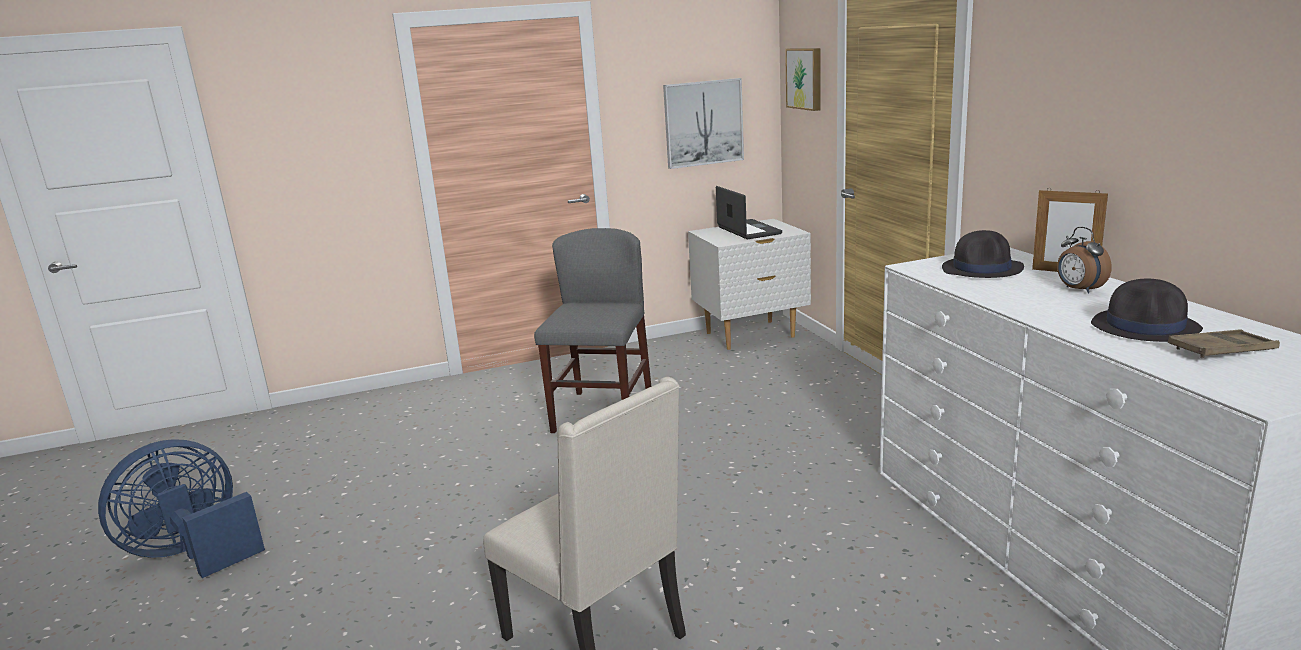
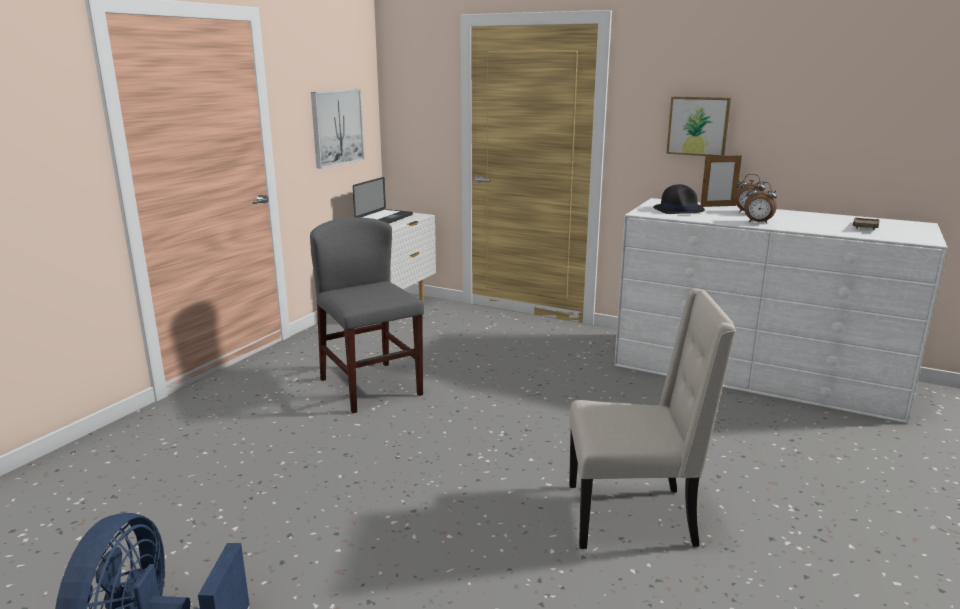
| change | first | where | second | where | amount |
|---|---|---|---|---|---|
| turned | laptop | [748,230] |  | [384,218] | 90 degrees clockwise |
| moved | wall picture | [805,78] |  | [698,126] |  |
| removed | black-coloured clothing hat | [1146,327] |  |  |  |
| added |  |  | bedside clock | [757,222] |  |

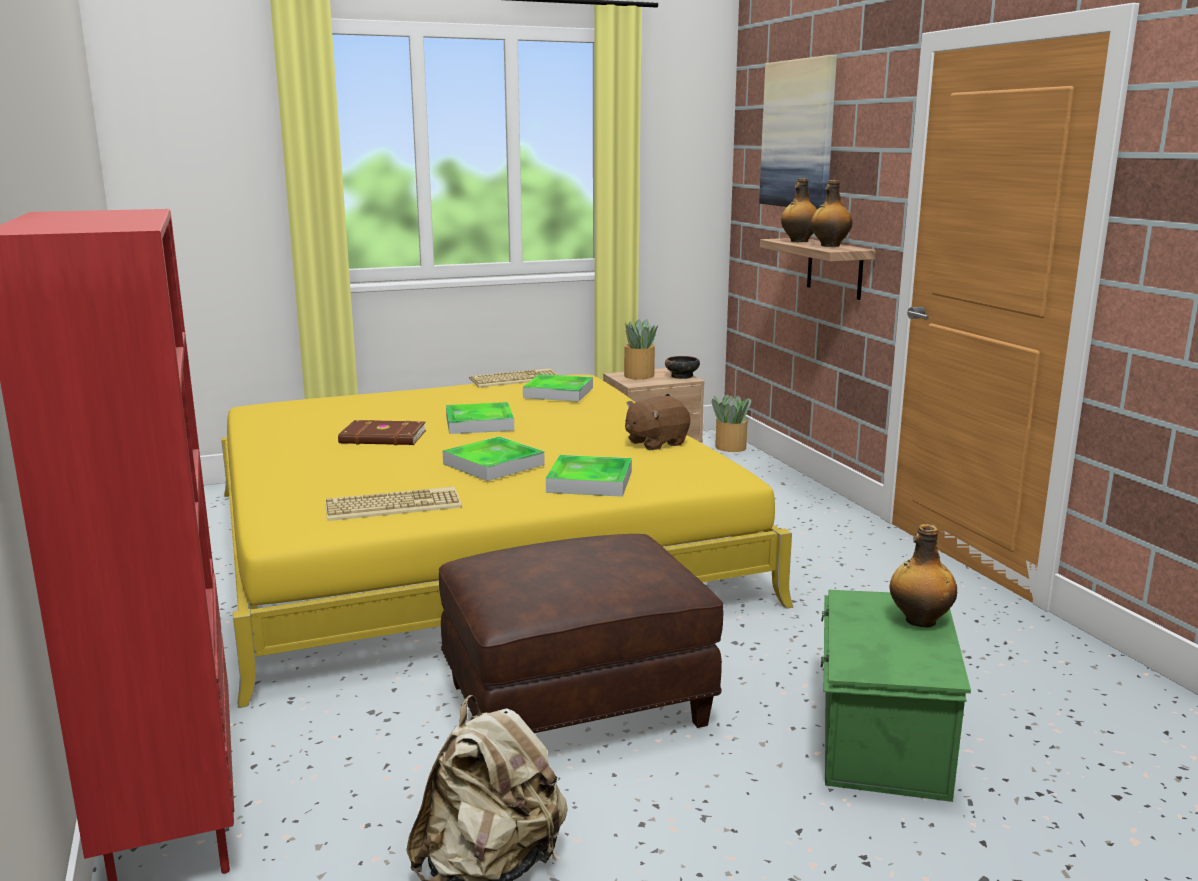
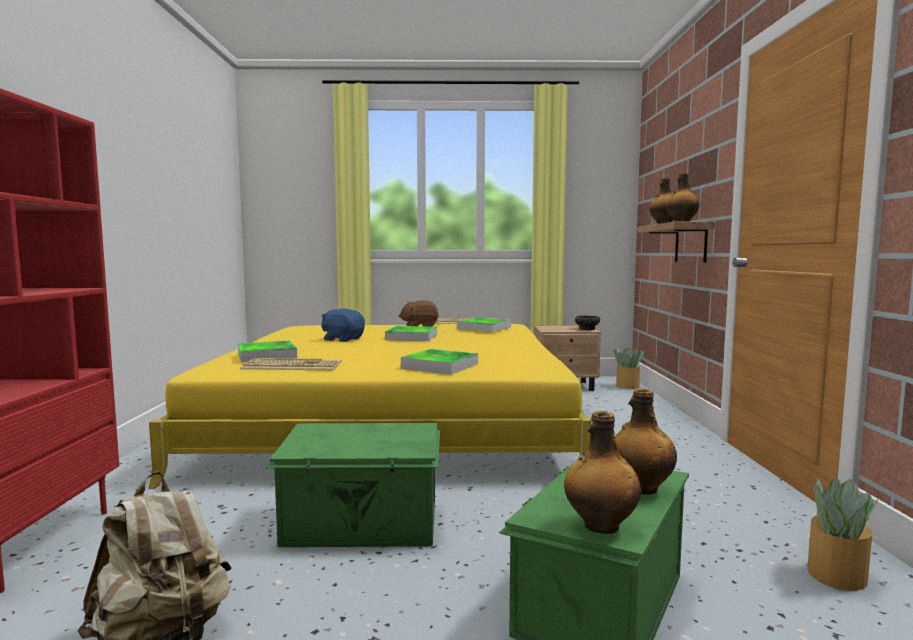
| change | first | where | second | where | amount |
|---|---|---|---|---|---|
| replaced | brown bound book | [383,438] | blue-coloured cuddly toy | [343,339] |  |
| replaced | brown pouffe | [577,702] | greenish storage box | [363,525] |  |
| moved | tray | [493,464] |  | [267,355] |  |
| moved | plant in a pot | [638,375] |  | [836,575] |  |
| moved | brown cuddly toy | [655,443] |  | [419,327] |  |
| removed | wall picture | [799,134] |  |  |  |
| added |  |  | drink bottle | [600,526] |  |

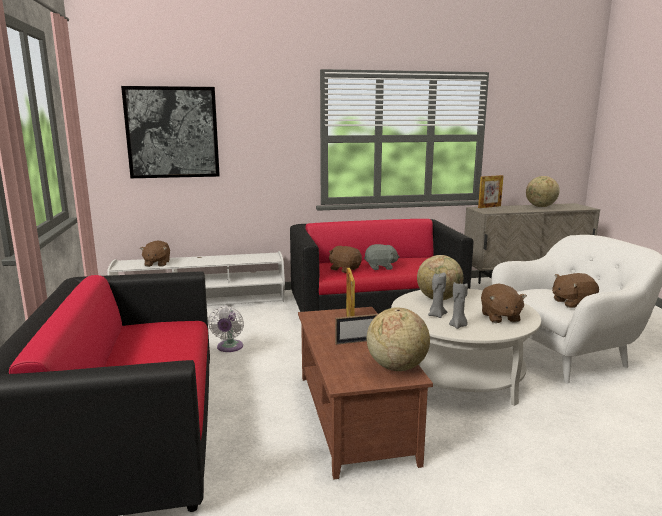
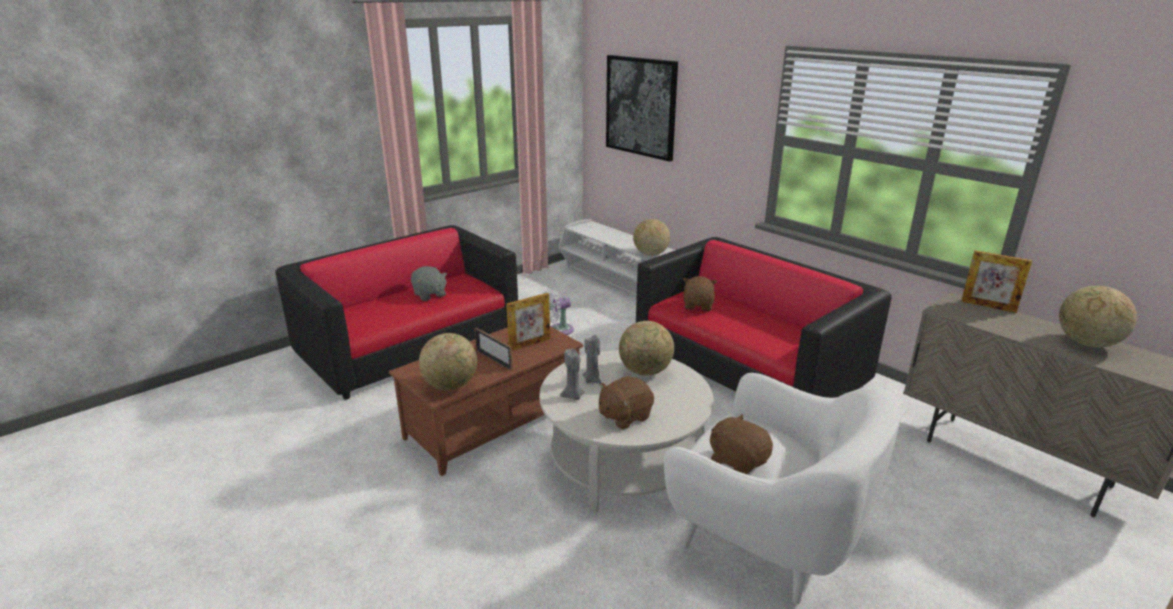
| change | first | where | second | where | amount |
|---|---|---|---|---|---|
| removed | brown cuddly toy | [157,264] |  |  |  |
| moved | gray cuddly toy | [380,267] |  | [429,295] |  |
| added |  |  | globe | [650,254] |  |

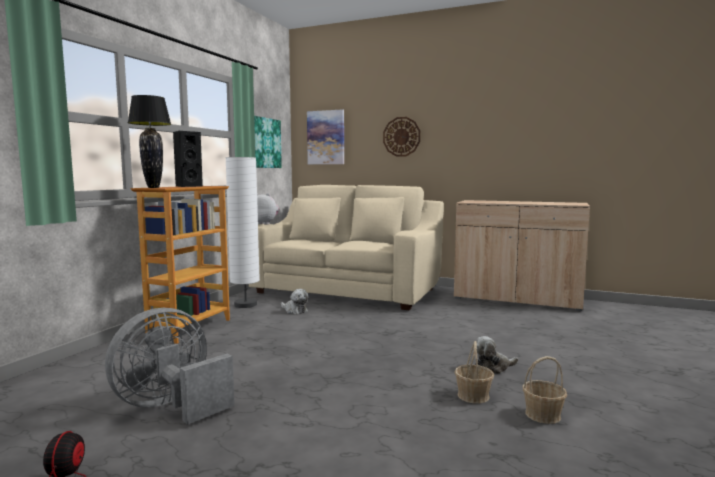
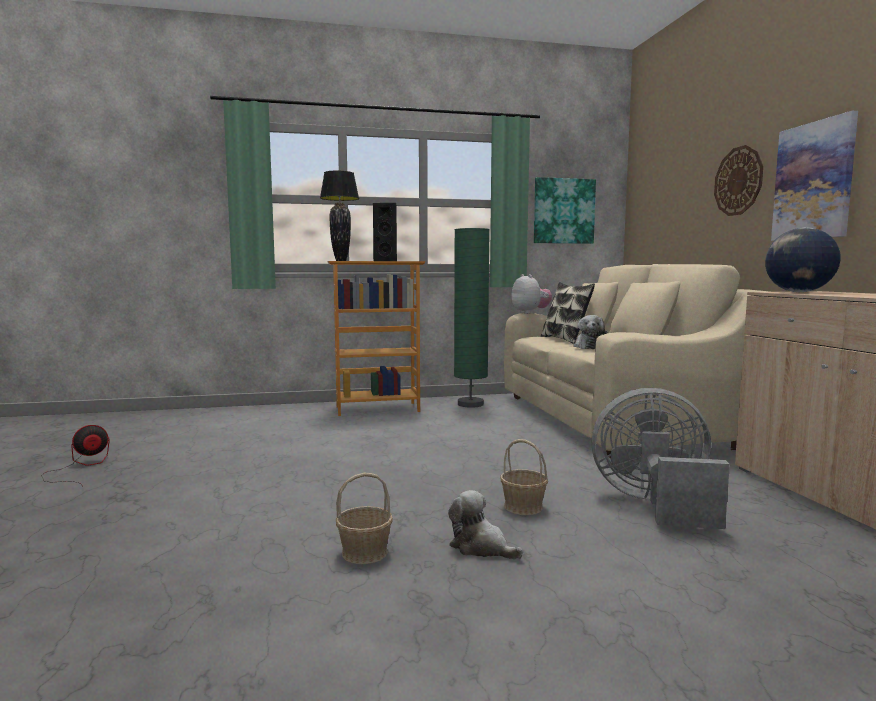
| change | first | where | second | where | amount |
|---|---|---|---|---|---|
| moved | gray electric fan | [171,406] |  | [654,504] |  |
| recoloured | white floor lamp | [245,305] | greenish floor lamp | [470,404] |  |
| moved | cuddly toy | [294,310] |  | [588,347] |  |
| moved | wall picture | [326,137] |  | [813,181] |  |
| moved | storage basket | [543,415] |  | [523,507] |  |
| added |  |  | pillow | [565,339] |  |
| added |  |  | globe | [798,292] |  |

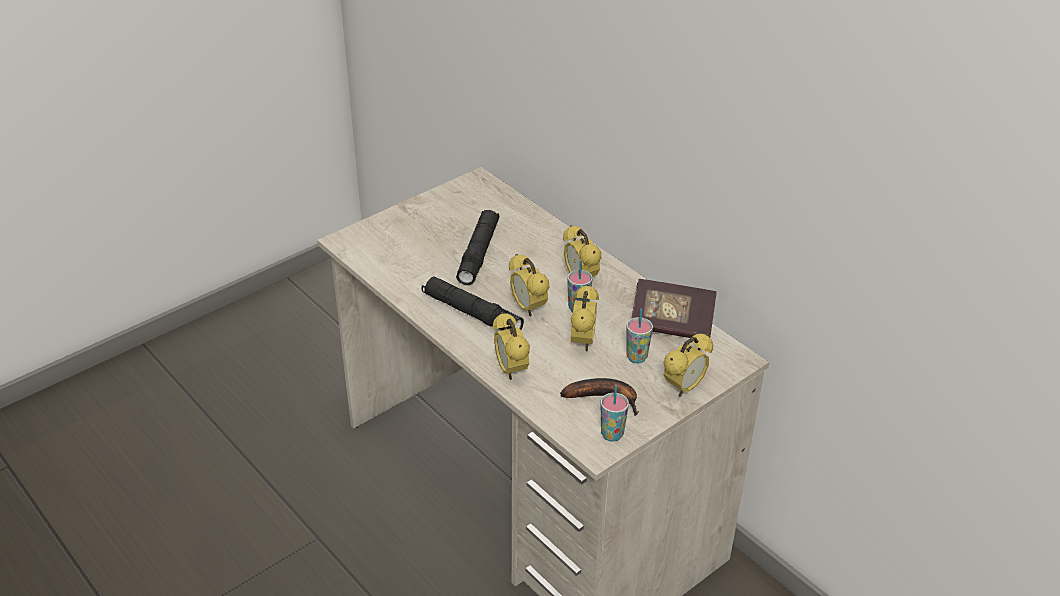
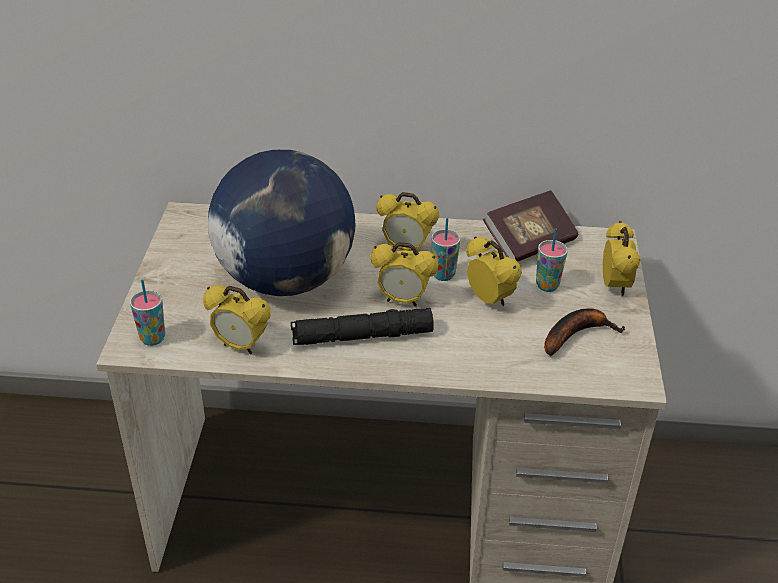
| change | first | where | second | where | amount |
|---|---|---|---|---|---|
| replaced | black-coloured torch | [478,253] | globe | [285,279] |  |
| moved | bedside clock | [511,370] |  | [241,346] |  |
| moved | small cup | [612,435] |  | [152,338] |  |

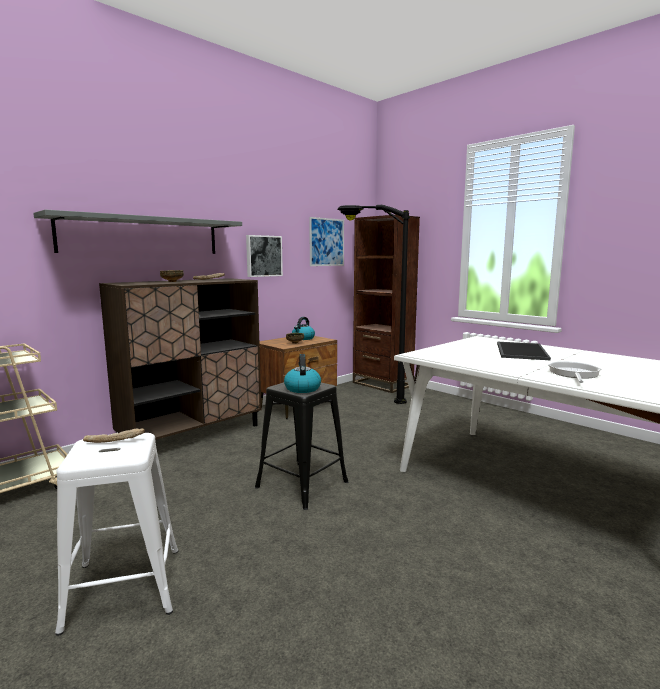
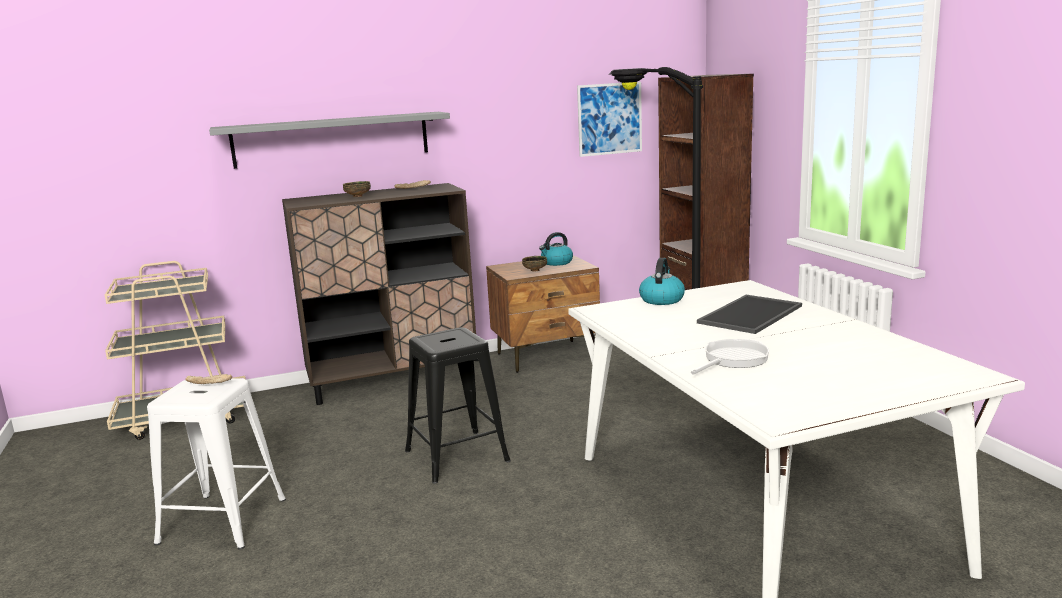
| change | first | where | second | where | amount |
|---|---|---|---|---|---|
| removed | wall picture | [263,256] |  |  |  |
| moved | water kettle | [302,388] |  | [661,299] |  |

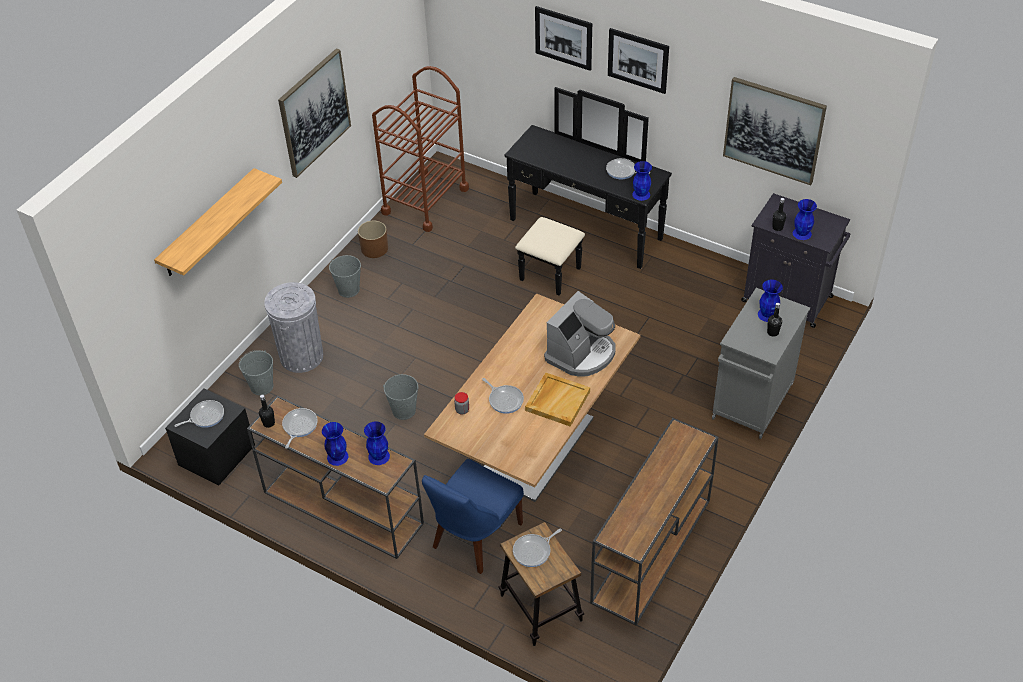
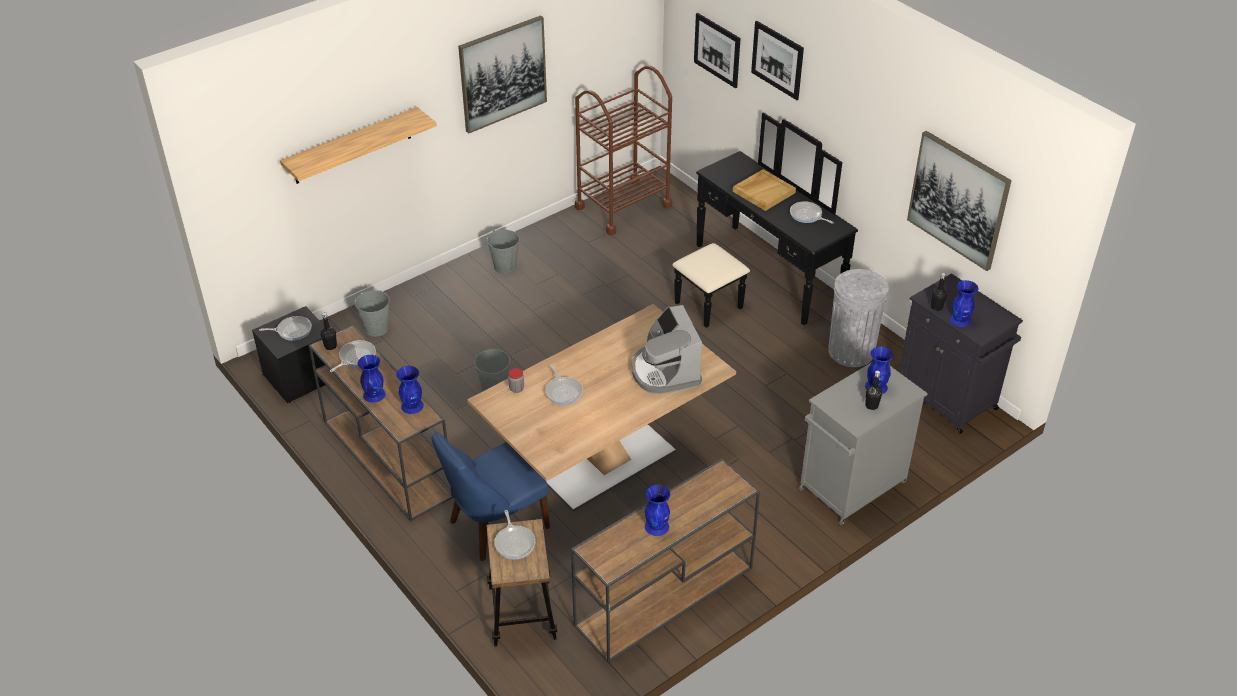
| change | first | where | second | where | amount |
|---|---|---|---|---|---|
| moved | gray trash can | [301,356] |  | [851,351] |  |
| removed | brown planter | [374,249] |  |  |  |
| turned | pan | [534,551] |  | [514,542] | 90 degrees counterclockwise |
| moved | beige-coloured tray | [557,400] |  | [764,191] |  |
| turned | coffee maker | [581,354] |  | [665,371] | 105 degrees clockwise |
| moved | wall picture | [638,60] |  | [717,50] |  |
| moved | blue-coloured decorative vase | [641,194] |  | [657,526] |  |

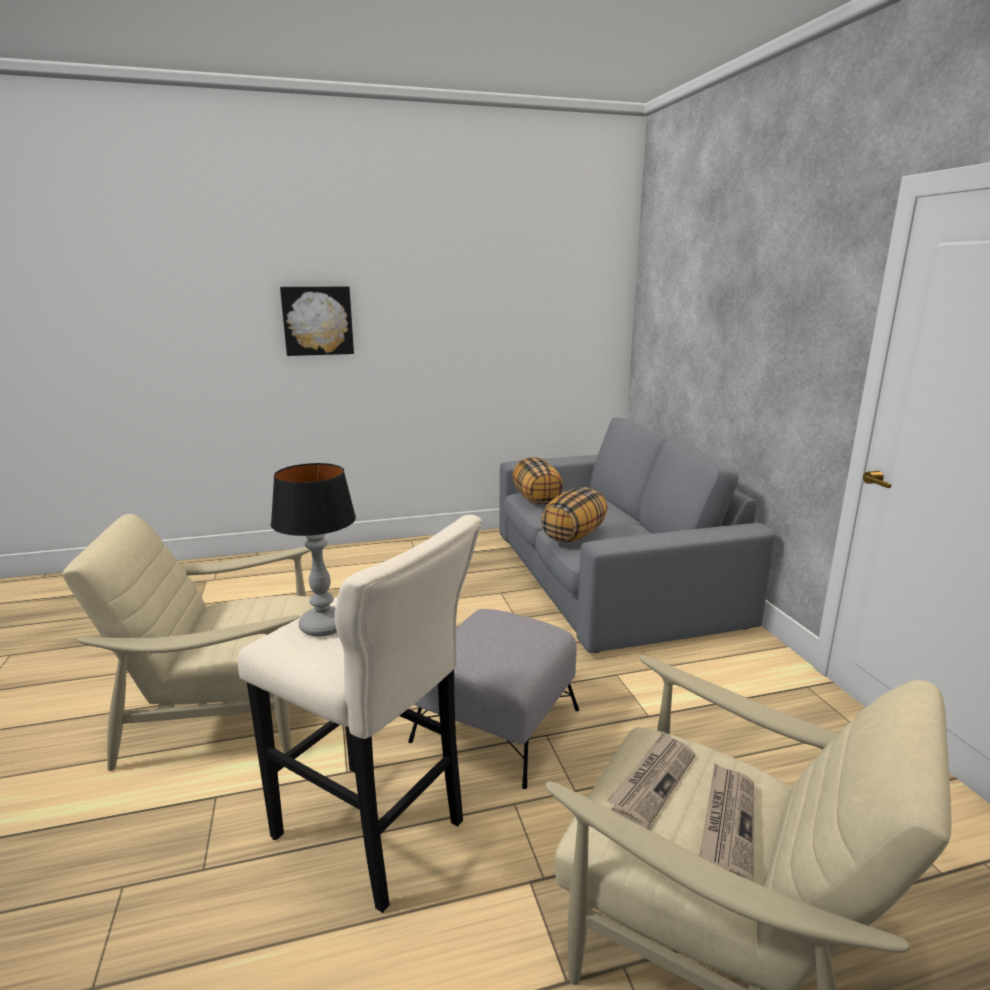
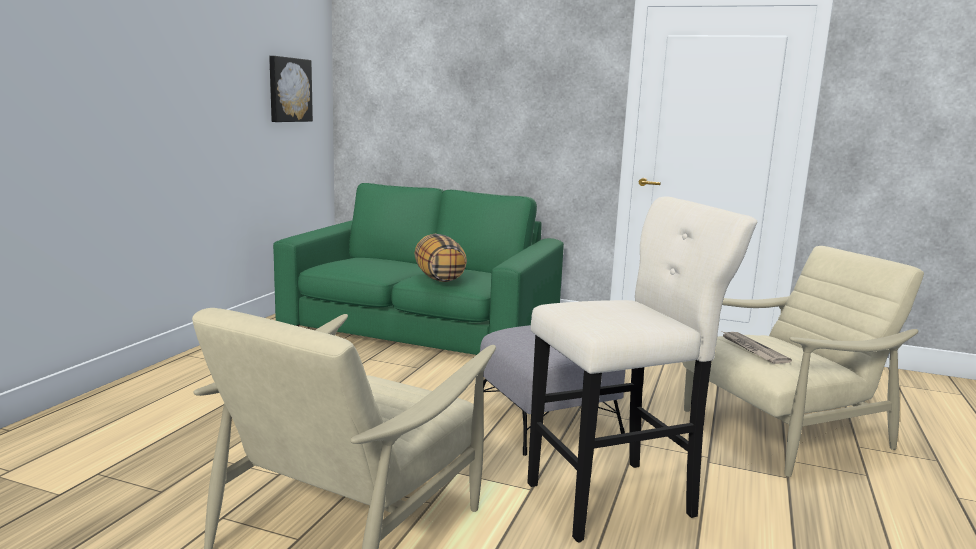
| change | first | where | second | where | amount |
|---|---|---|---|---|---|
| removed | table lamp | [323,626] |  |  |  |
| moved | wall picture | [317,320] |  | [289,90] |  |
| recoloured | gray settee | [608,579] | greenish settee | [421,325] |  |
| removed | pillow | [537,499] |  |  |  |
| removed | printed paper | [727,822] |  |  |  |

